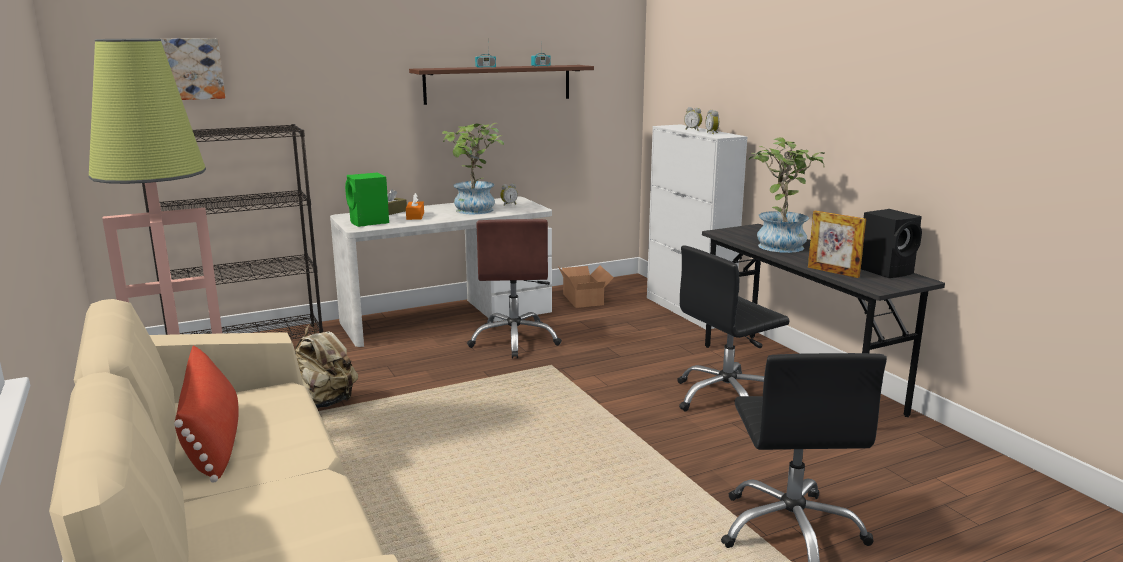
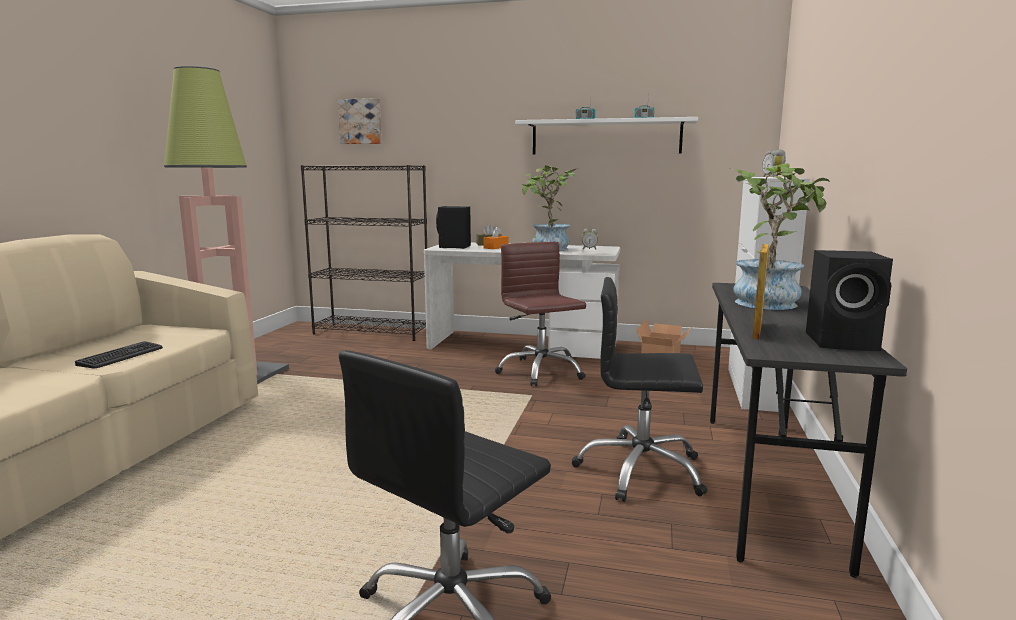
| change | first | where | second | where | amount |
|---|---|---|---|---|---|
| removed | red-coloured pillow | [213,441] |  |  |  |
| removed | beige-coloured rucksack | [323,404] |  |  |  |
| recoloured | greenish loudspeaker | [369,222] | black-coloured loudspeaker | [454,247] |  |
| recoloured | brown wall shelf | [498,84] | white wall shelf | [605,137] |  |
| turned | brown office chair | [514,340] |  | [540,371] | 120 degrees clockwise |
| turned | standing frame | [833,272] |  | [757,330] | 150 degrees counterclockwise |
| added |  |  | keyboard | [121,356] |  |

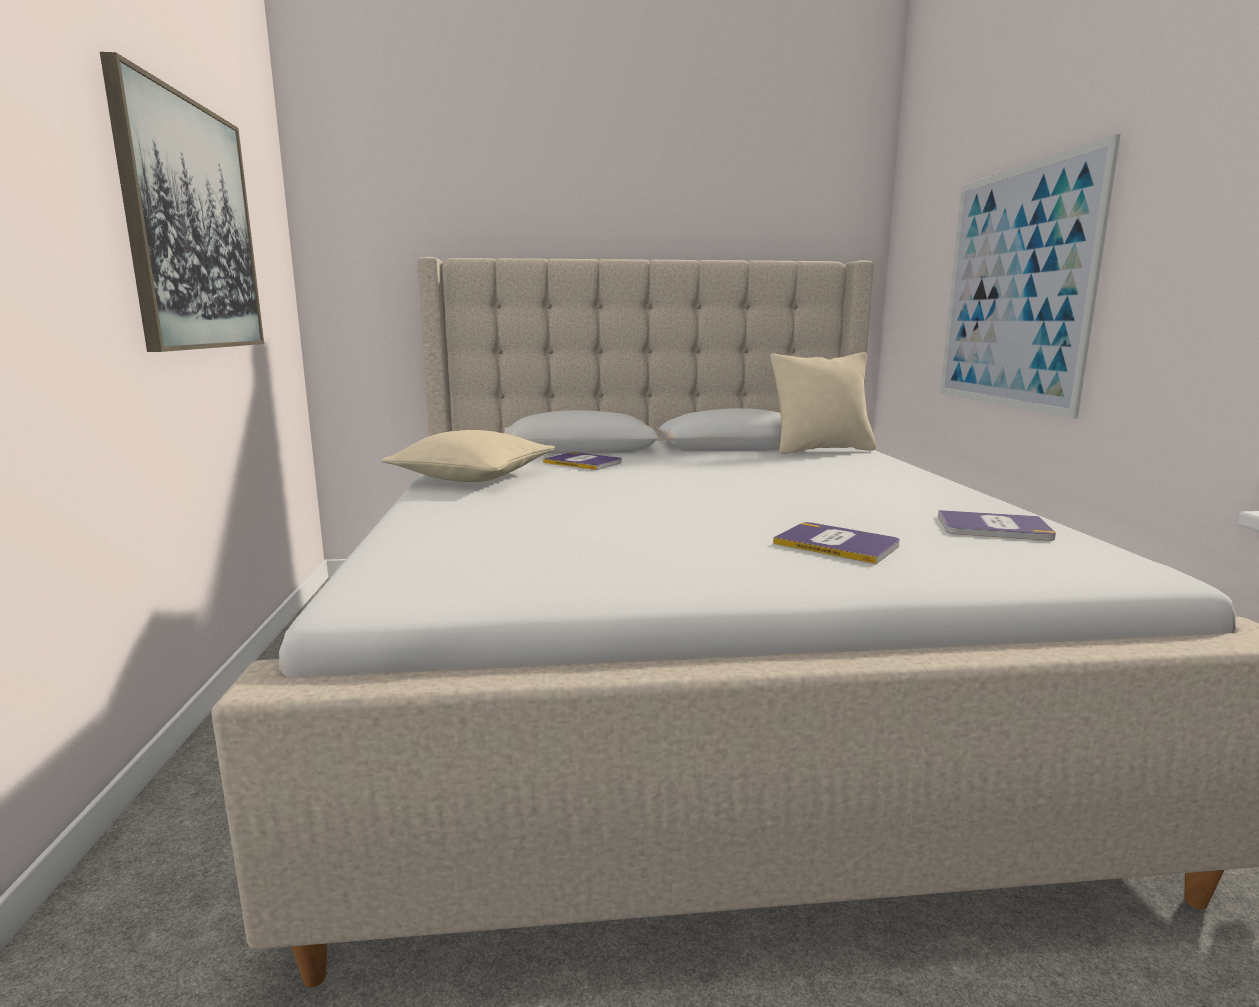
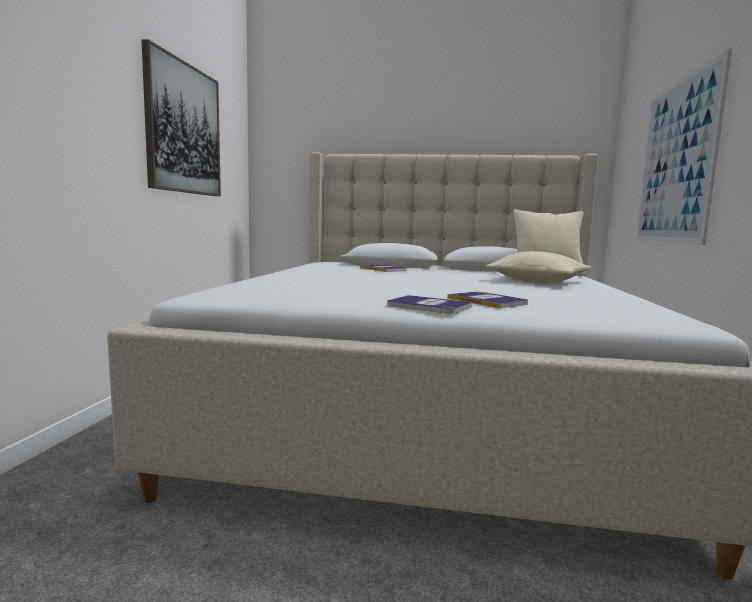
| change | first | where | second | where | amount |
|---|---|---|---|---|---|
| moved | beige-coloured pillow | [473,477] |  | [537,282] |  |
| moved | bound book | [993,527] |  | [428,306] |  |

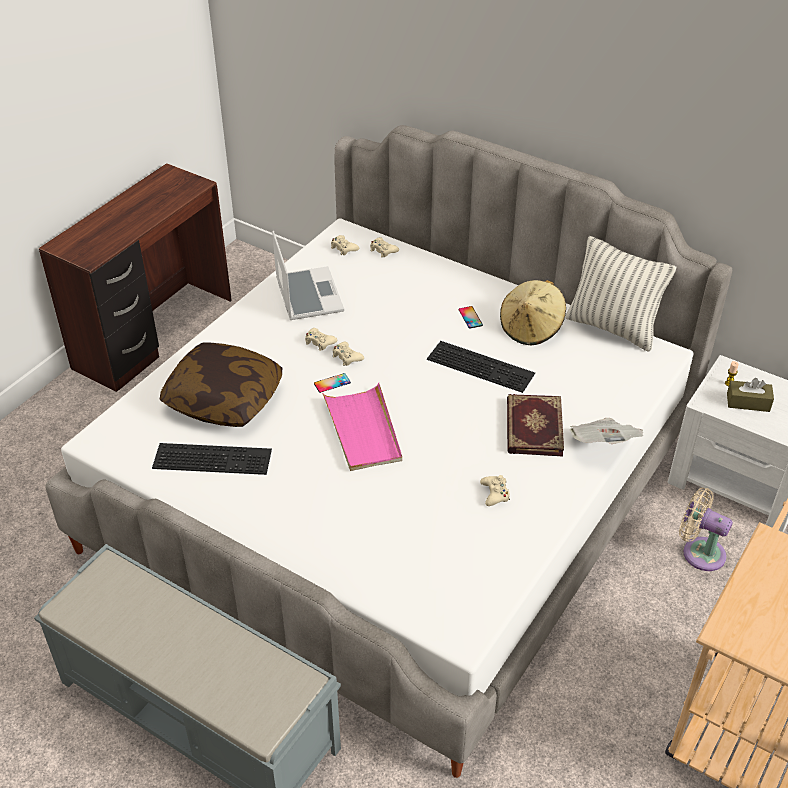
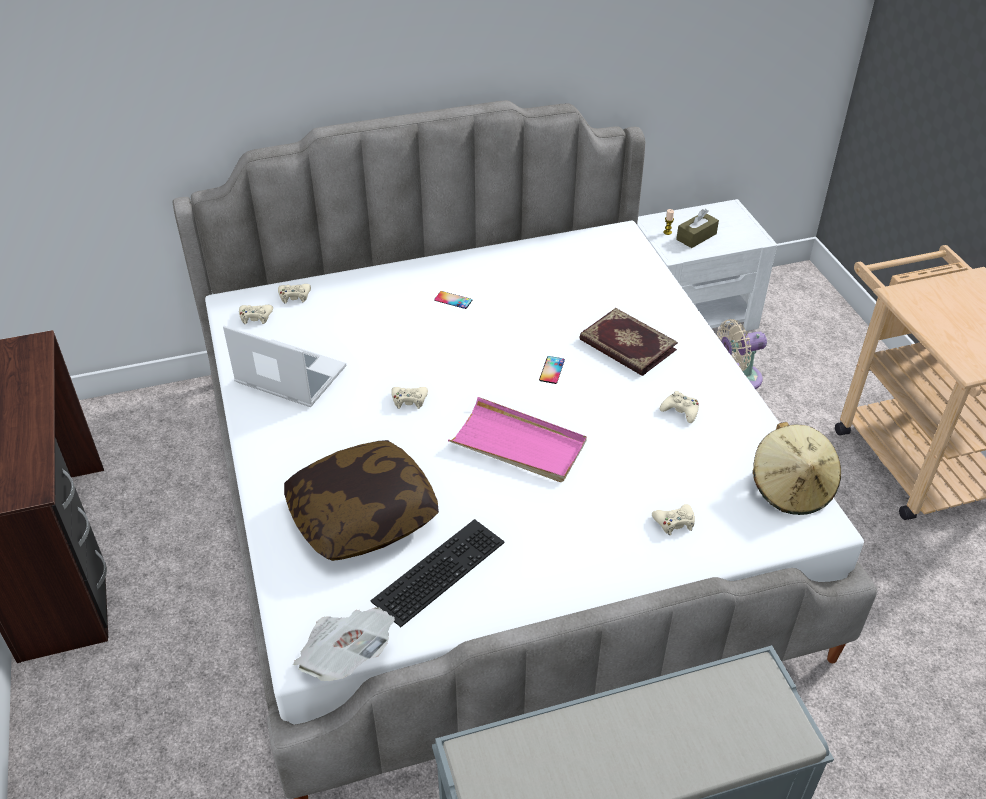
| change | first | where | second | where | amount |
|---|---|---|---|---|---|
| moved | beige-coloured gamepad | [319,342] |  | [674,522] |  |
| moved | phone | [332,383] |  | [551,370] |  |
| removed | keyboard | [482,365] |  |  |  |
| moved | beige-coloured clothing hat | [531,328] |  | [791,488] |  |
| removed | pillow | [612,328] |  |  |  |
| moved | printed paper | [603,445] |  | [345,656] |  |

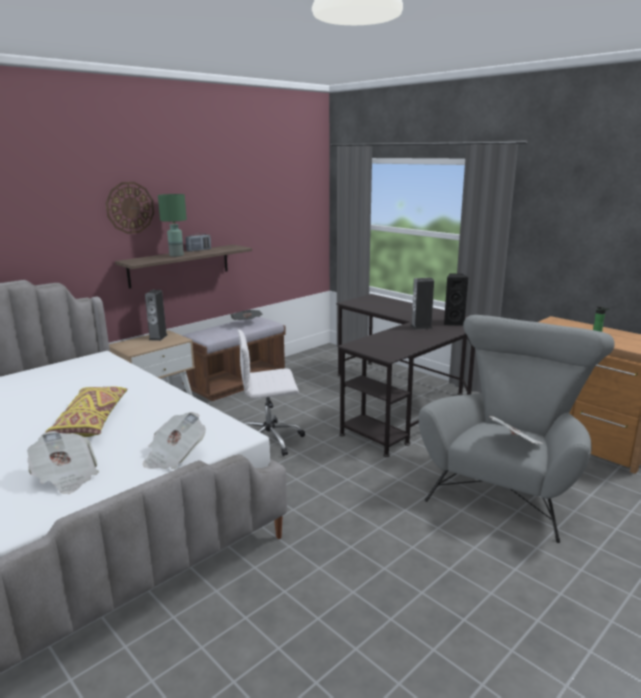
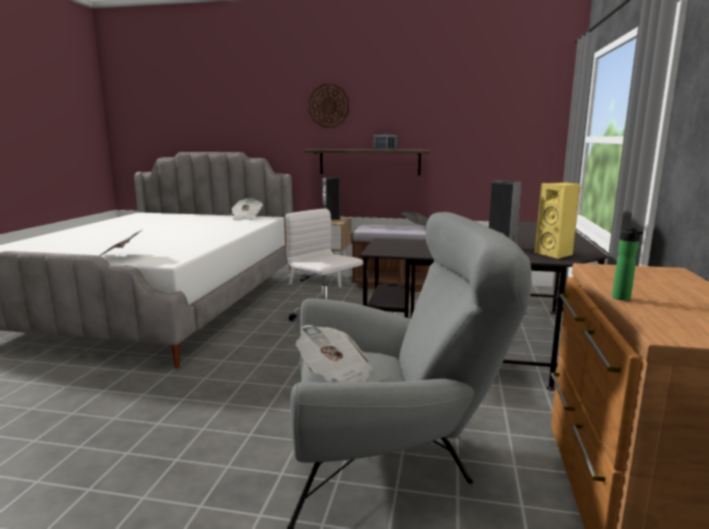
| change | first | where | second | where | amount |
|---|---|---|---|---|---|
| moved | printed paper | [66,477] |  | [246,218] |  |
| removed | yellow-coloured pillow | [91,422] |  |  |  |
| removed | greenish table lamp | [176,255] |  |  |  |
| recoloured | black-coloured loudspeaker | [453,323] | yellow-coloured loudspeaker | [555,254] |  |

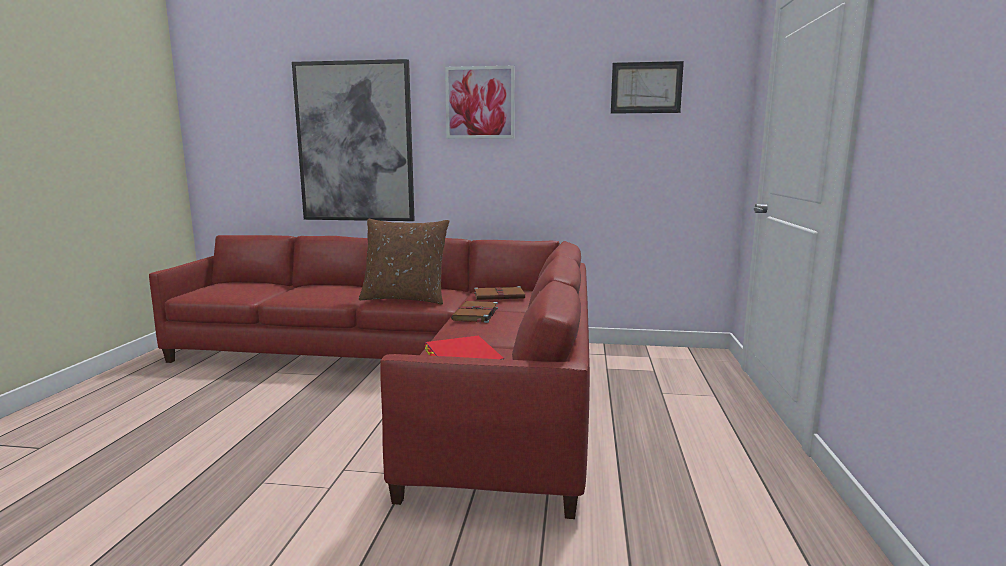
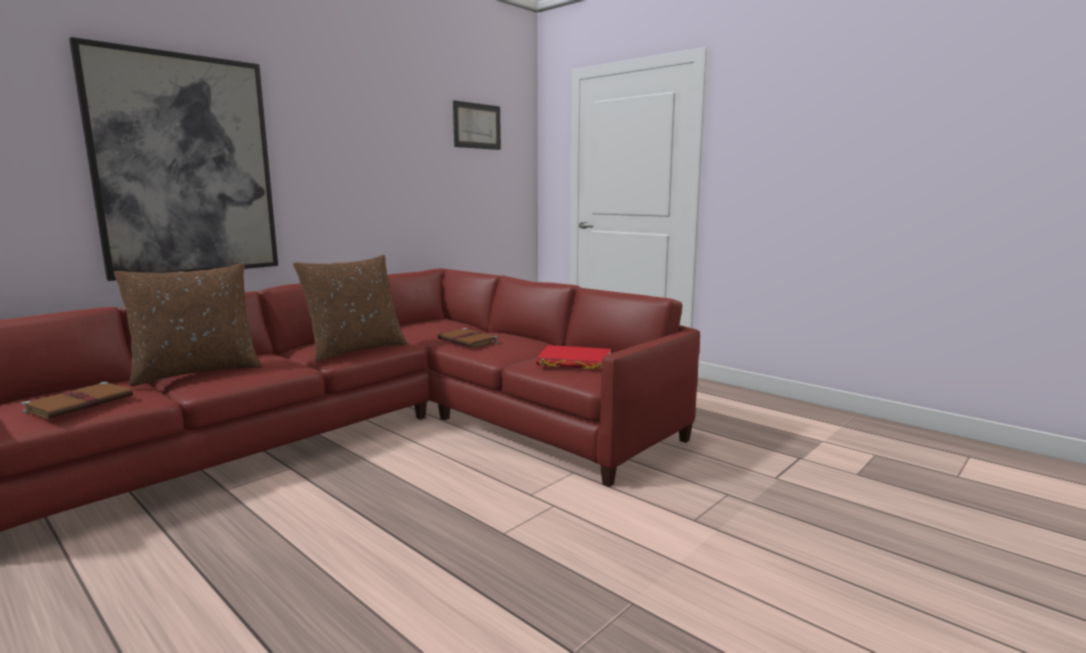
| change | first | where | second | where | amount |
|---|---|---|---|---|---|
| removed | wall picture | [480,103] |  |  |  |
| moved | brown bound book | [500,296] |  | [81,403] |  |
| added |  |  | brown pillow | [197,372] |  |

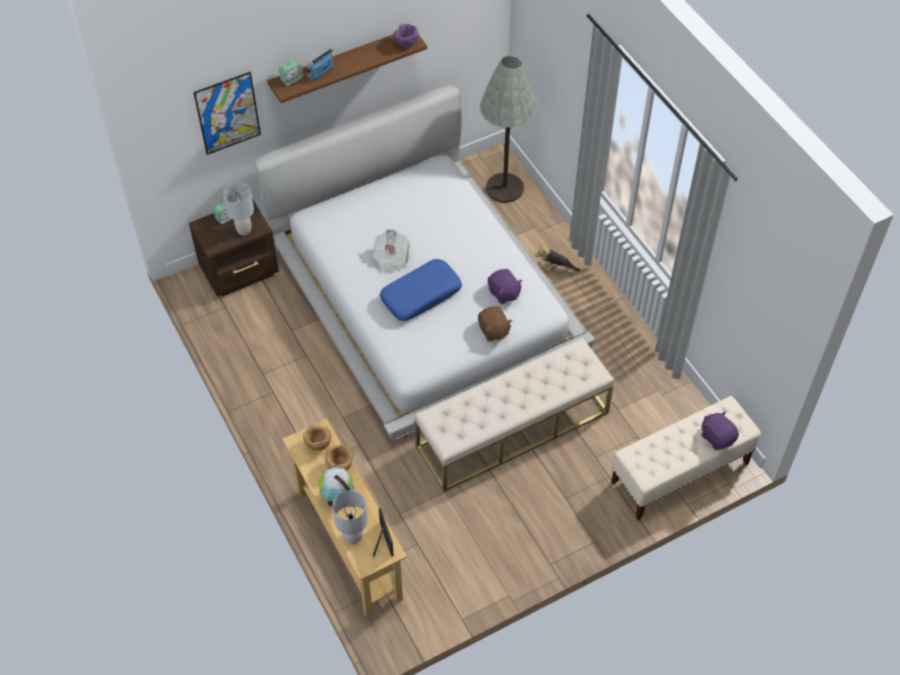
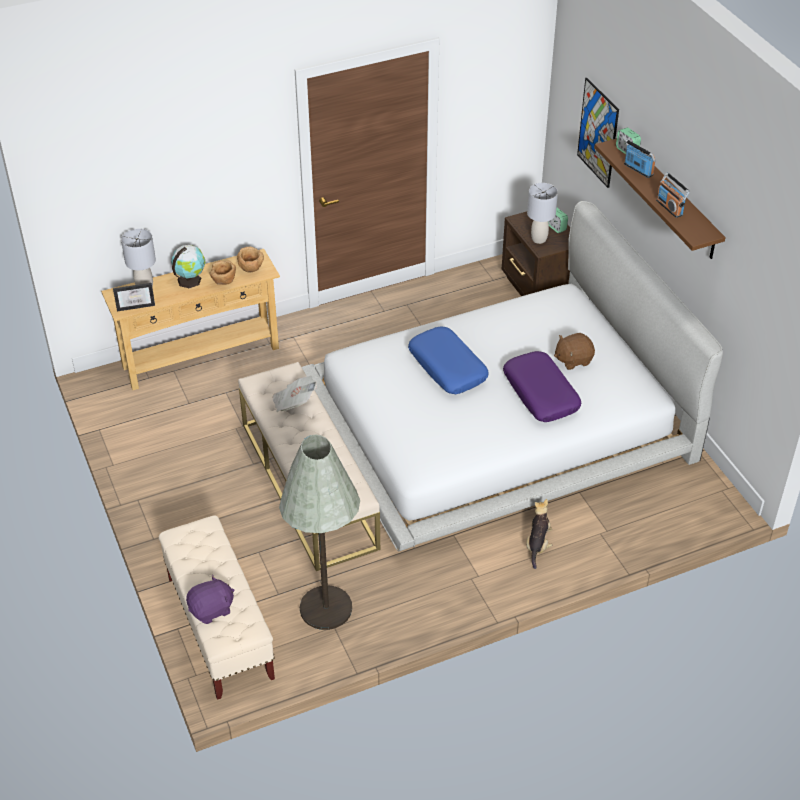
| change | first | where | second | where | amount |
|---|---|---|---|---|---|
| moved | printed paper | [391,259] |  | [294,402] |  |
| removed | purple deep dish | [406,44] |  |  |  |
| moved | brown cuddly toy | [493,331] |  | [573,360] |  |
| moved | gray floor lamp | [504,188] |  | [326,608] |  |
| removed | purple cuddly toy | [503,293] |  |  |  |
| added |  |  | purple pillow | [541,394] |  |
| added |  |  | radio set | [670,207] |  |

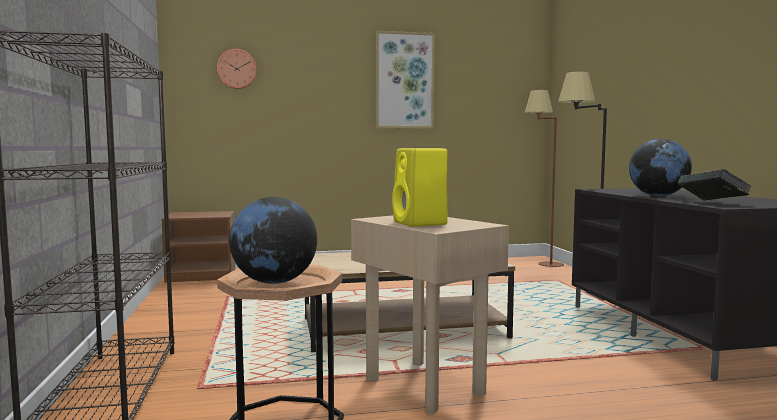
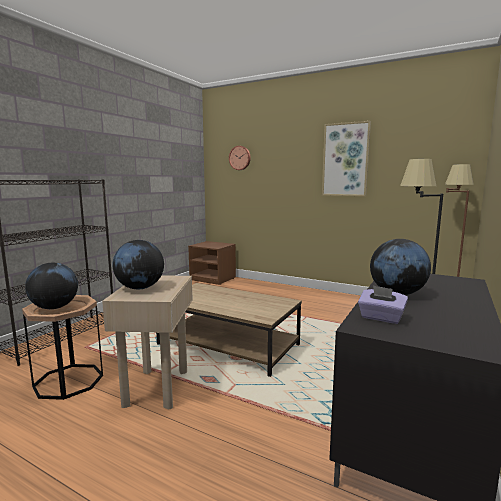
| change | first | where | second | where | amount |
|---|---|---|---|---|---|
| replaced | yellow-coloured loudspeaker | [421,223] | globe | [140,288] |  |
| replaced | bound book | [712,203] | purple tissue box | [381,318] |  |

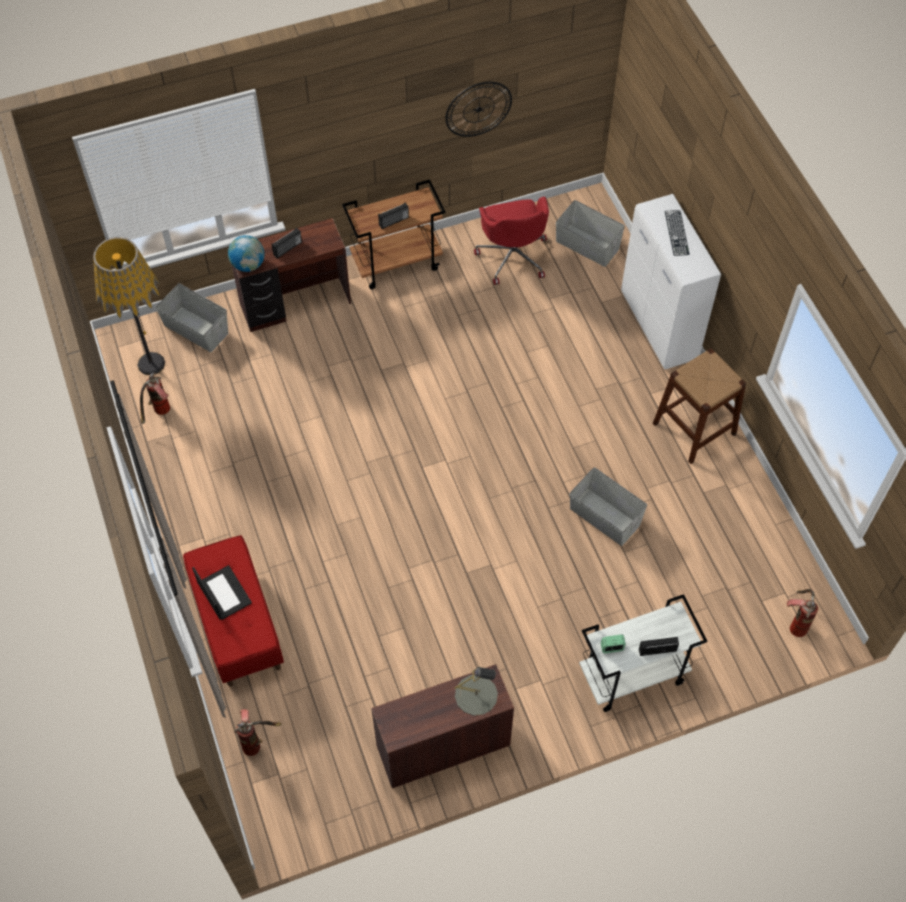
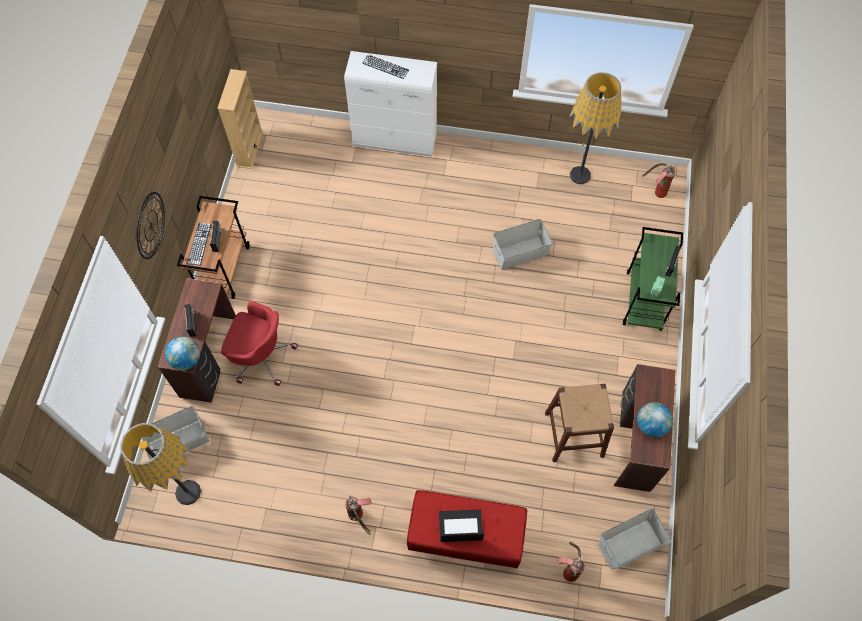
| change | first | where | second | where | amount |
|---|---|---|---|---|---|
| moved | extinguisher | [160,413] |  | [360,517] |  |
| moved | hanging clock | [478,109] |  | [150,225] |  |
| removed | gray table lamp | [476,694] |  |  |  |
| moved | red-coloured office chair | [513,256] |  | [261,356] |  |
| moved | gray storage box | [587,244] |  | [629,544] |  |
| recoloured | white wheeled cart | [632,676] | greenish wheeled cart | [644,301] |  |
| moved | brown stool seat | [694,428] |  | [574,434] |  |
| added |  |  | keyboard | [199,244] |  |
| added |  |  | beige-coloured bookshelf | [250,149] |  |
| added |  |  | floor lamp | [580,175] |  |
| added |  |  | globe | [650,425] |  |

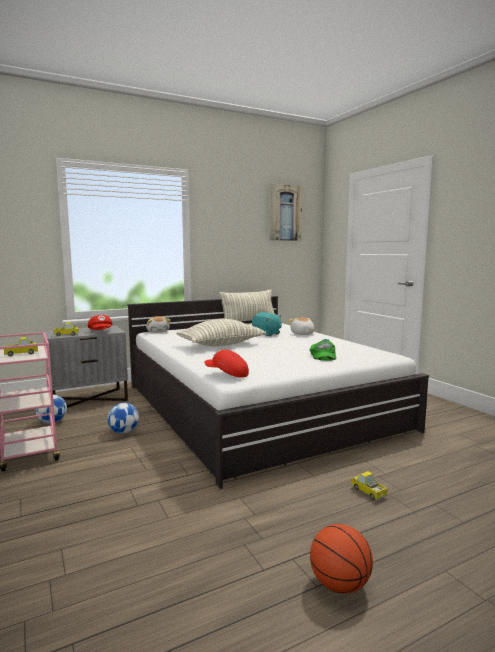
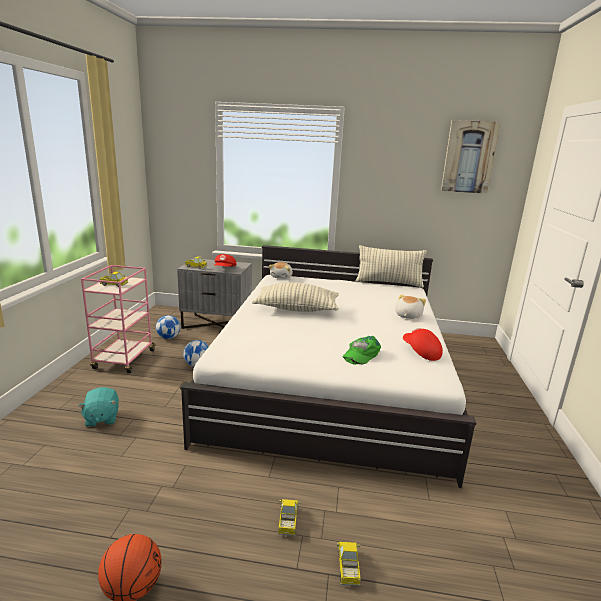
| change | first | where | second | where | amount |
|---|---|---|---|---|---|
| moved | red-coloured peaked cap | [227,374] |  | [420,352] |  |
| moved | blue-green cuddly toy | [266,334] |  | [101,418] |  |
| added |  |  | toy lorry | [348,568] |  |

